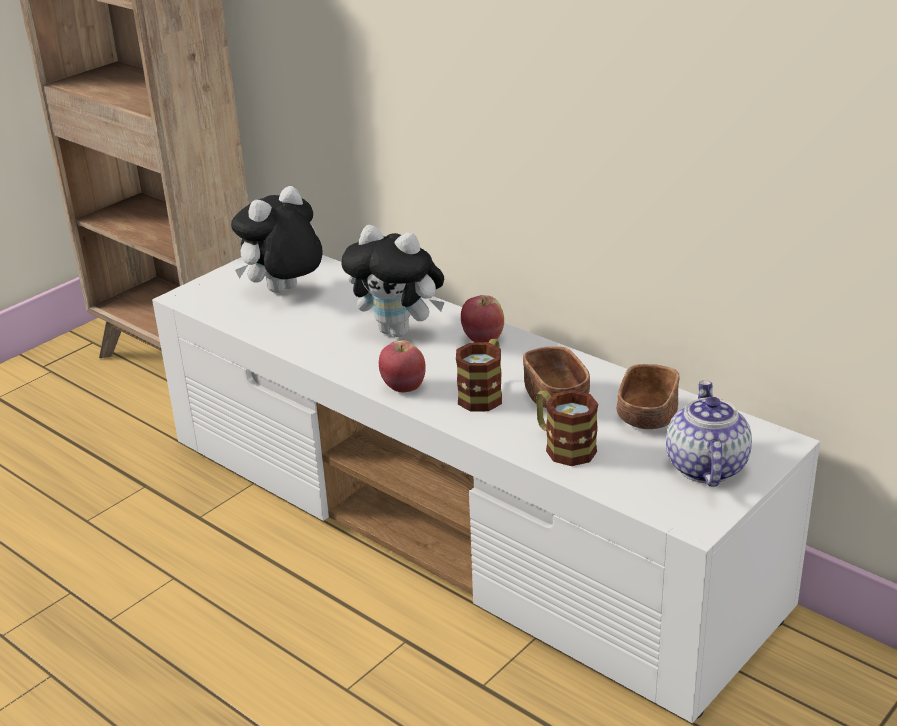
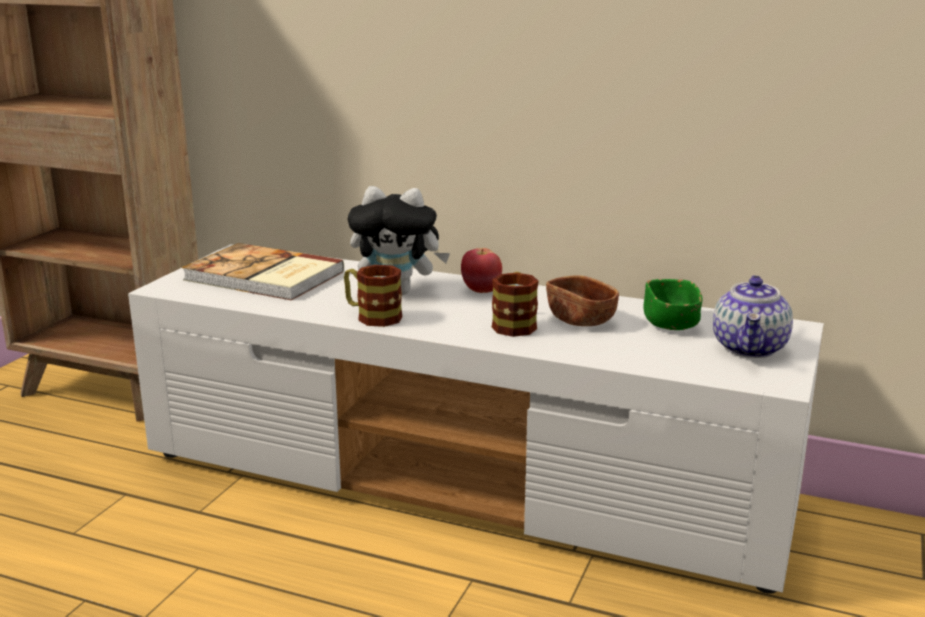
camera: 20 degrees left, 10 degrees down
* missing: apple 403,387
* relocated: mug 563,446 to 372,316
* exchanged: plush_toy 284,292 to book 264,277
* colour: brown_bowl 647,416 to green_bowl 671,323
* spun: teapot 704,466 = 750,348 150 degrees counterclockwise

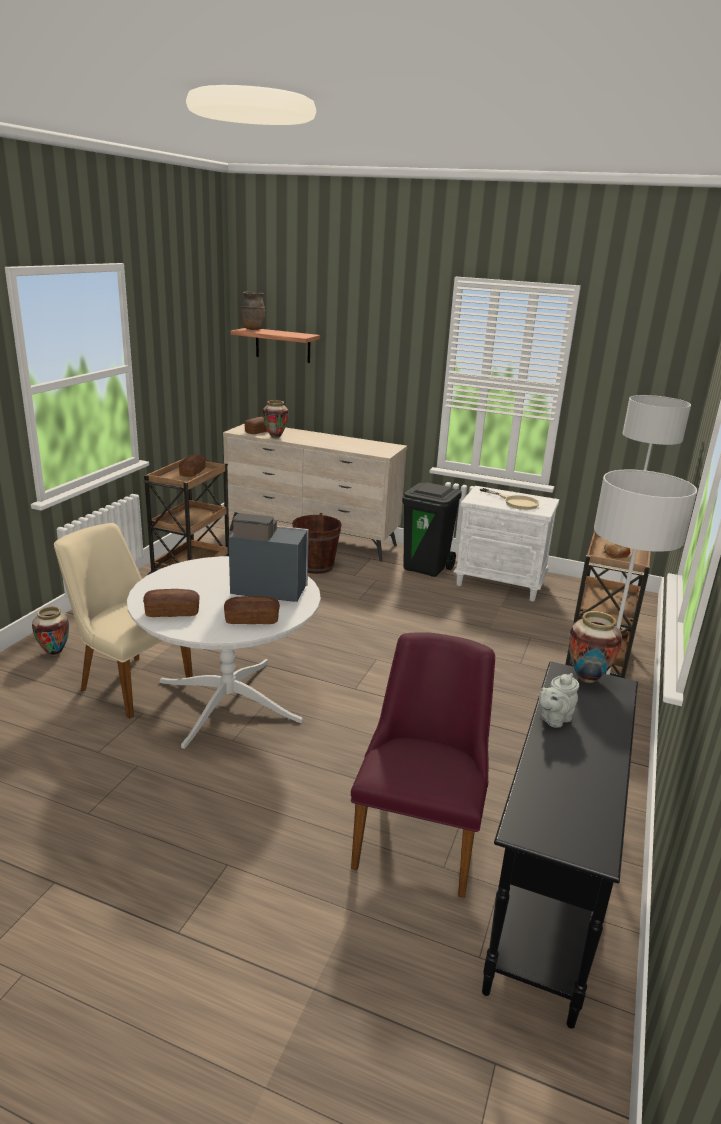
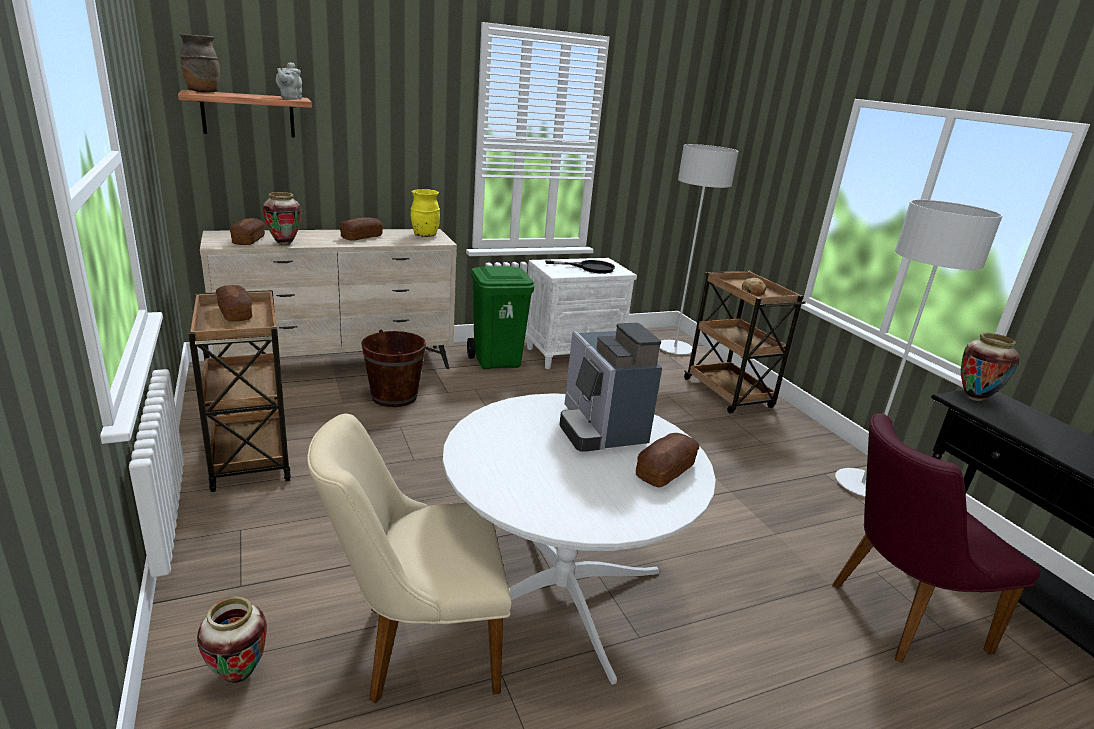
camera: 45 degrees left, 0 degrees up
* appeared: yellow_vase 424,235
* relocated: bread 172,612 to 361,237
* relocated: grey_teapot 554,719 to 290,98
* colour: black_trash_can 426,568 to green_trash_can 497,361
* colour: beige_frying_pan 515,502 to black_frying_pan 589,268
* spun: coffee_machine 267,589 = 600,429 75 degrees counterclockwise
* spun: purple_chair 420,836 = 894,615 75 degrees counterclockwise

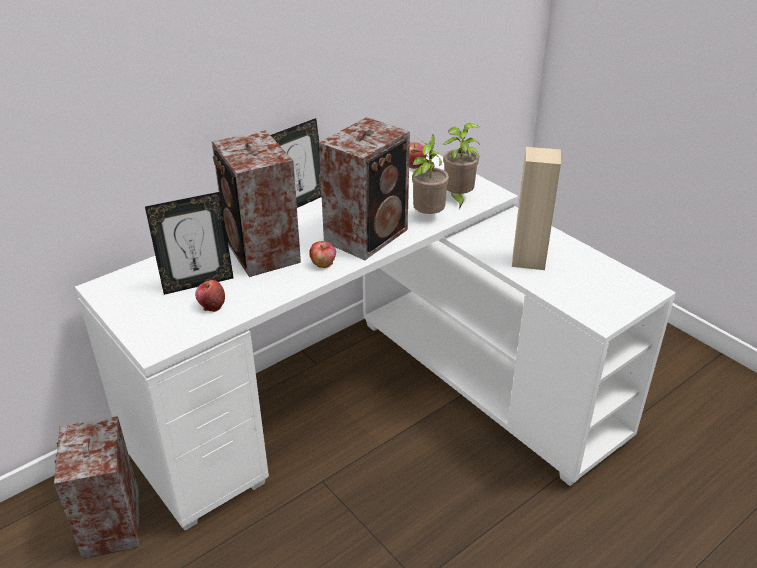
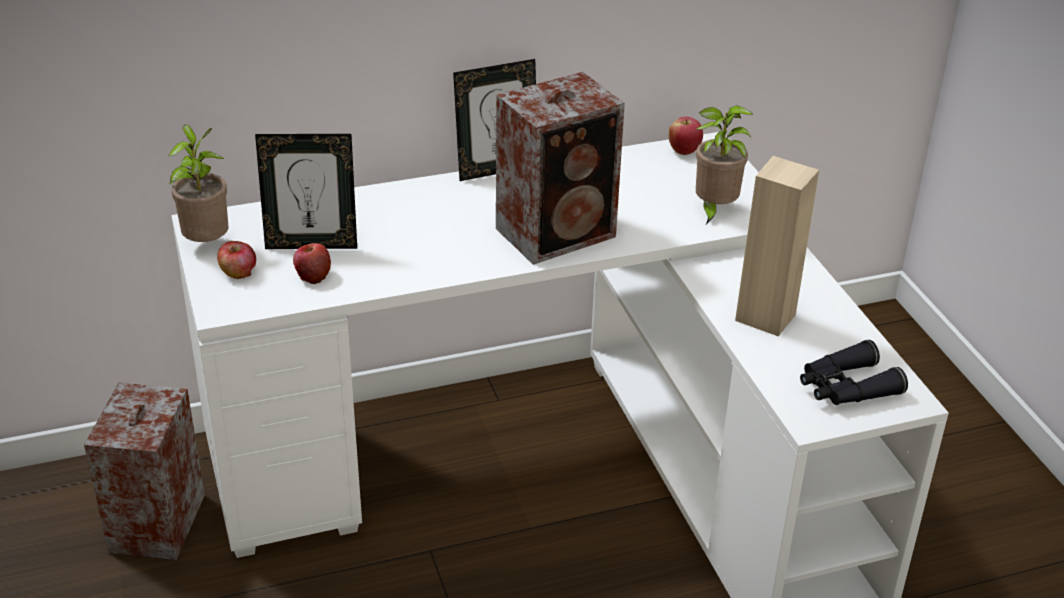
camera: 20 degrees right, 0 degrees up
* missing: speaker 262,253
* appeared: black_binoculars 846,387
* relocated: apple 323,263 to 238,272
* relocated: potted_plant 427,216 to 207,244

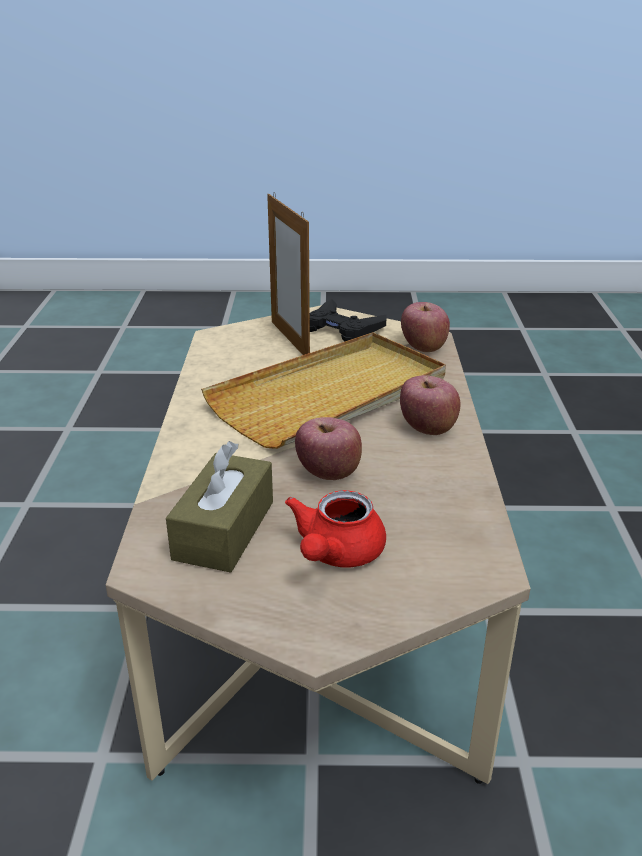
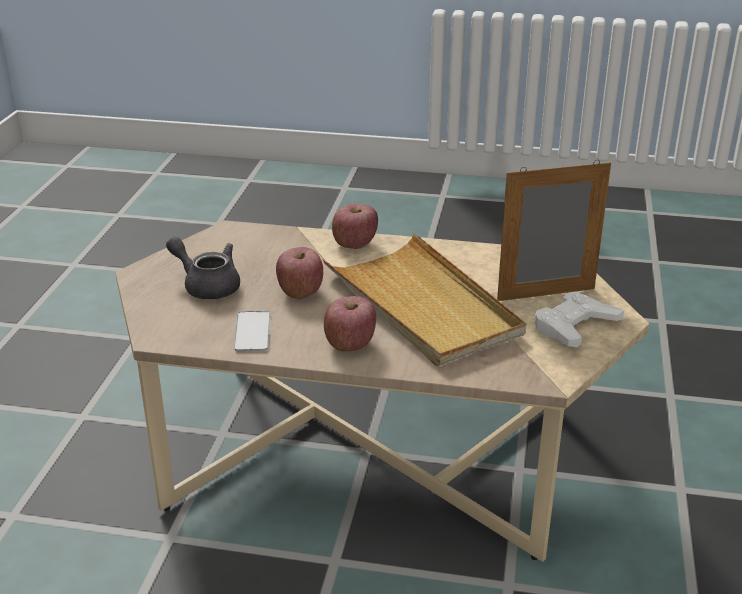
camera: 100 degrees right, 0 degrees up
* missing: brown_tissue_box 224,530
* appeared: phone 252,331
* relocated: apple 423,347 to 354,244
* colour: red_teapot 336,554 to grey_teapot 207,285
* colour: black_game_controller 342,329 to white_game_controller 574,326

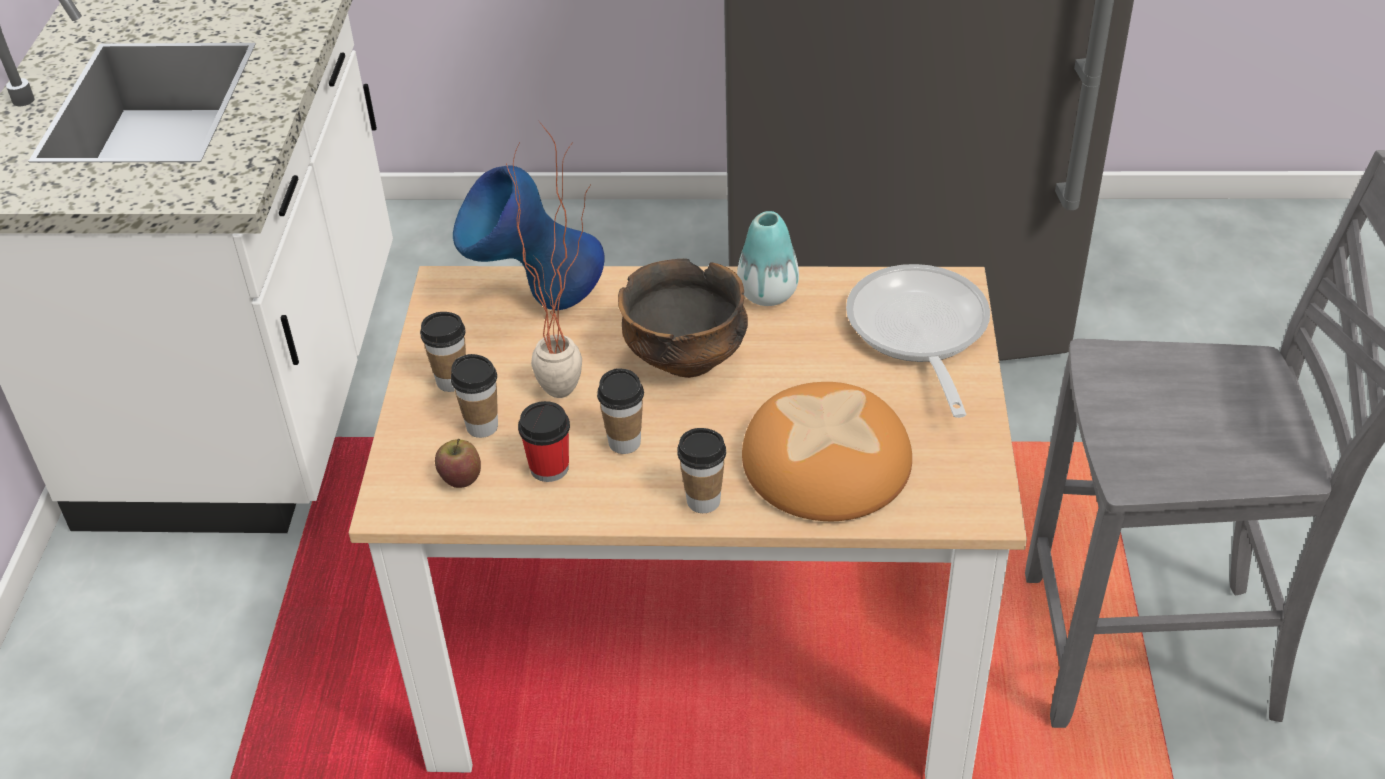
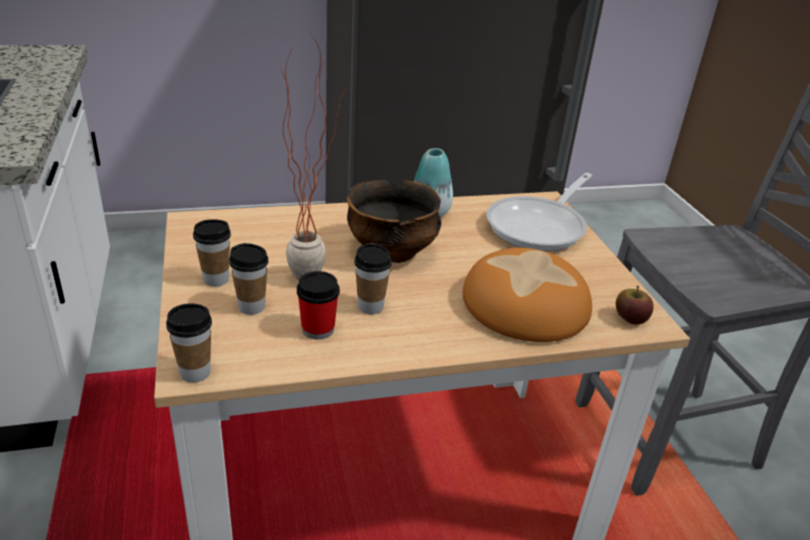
camera: 20 degrees left, 10 degrees down
* missing: blue_vase 536,302
* relocated: apple 460,477 to 630,318
* relocated: cup 703,501 to 195,372
* spun: frying_pan 918,333 = 540,226 120 degrees counterclockwise

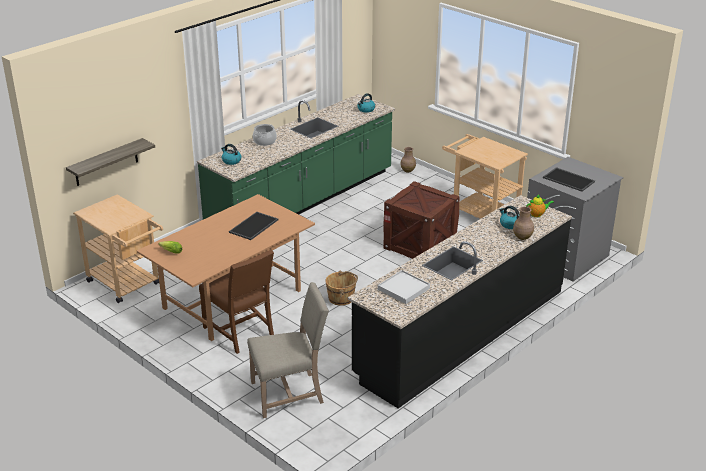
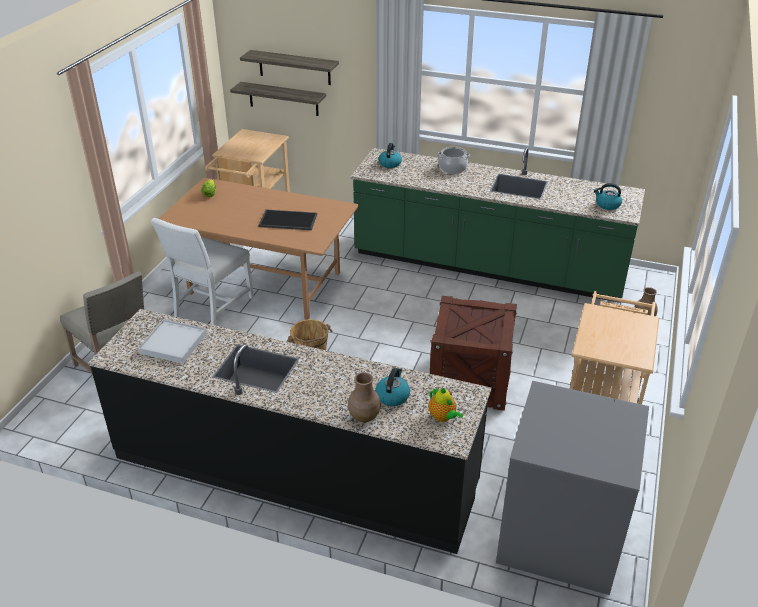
camera: 65 degrees right, 5 degrees up
* missing: tray 569,179
* appeared: shelf 294,67
* colour: brown_chair 241,332 to white_chair 211,307

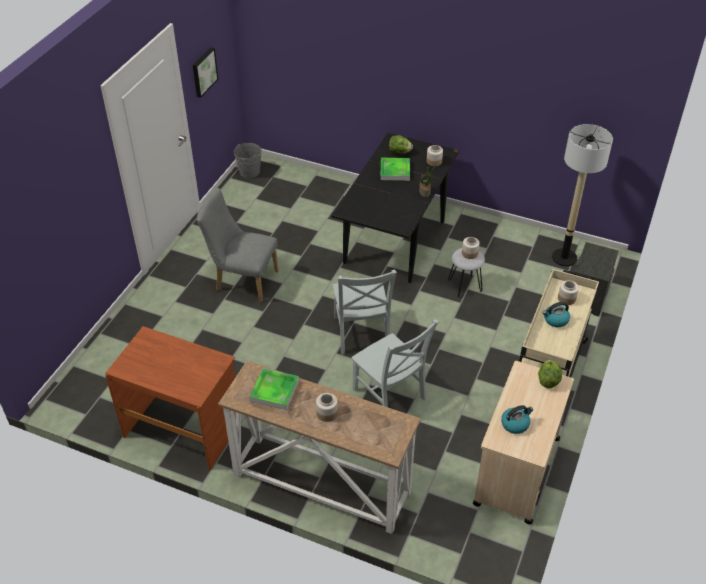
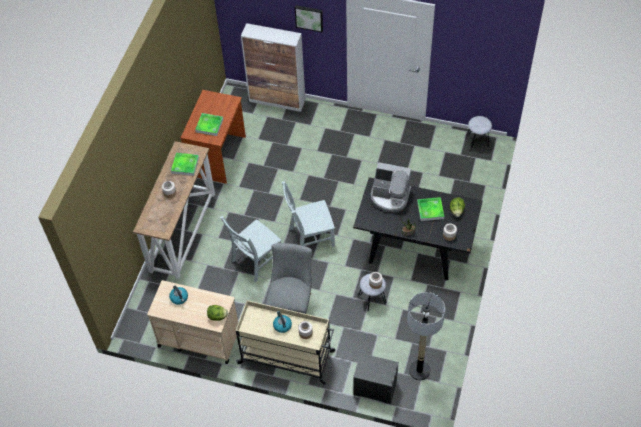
camera: 85 degrees right, 10 degrees up
* appeared: tray 209,125
* appeared: cabinet 277,100
* appeared: coffee_machine 390,197
* relocated: picture 203,72 to 309,17
* relocated: grey_chair 242,280 to 292,304
* exchanged: grey_bucket 249,172 to grey_stool 477,142

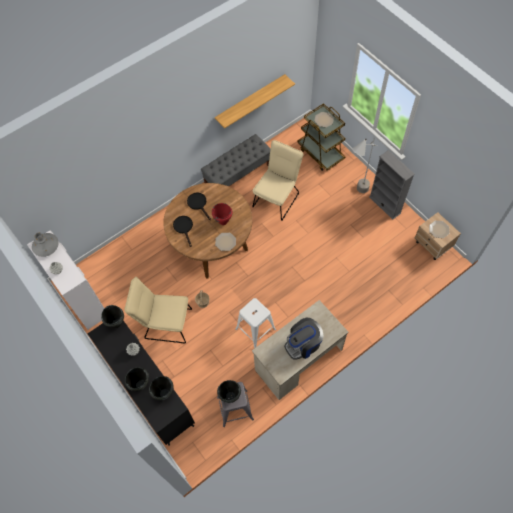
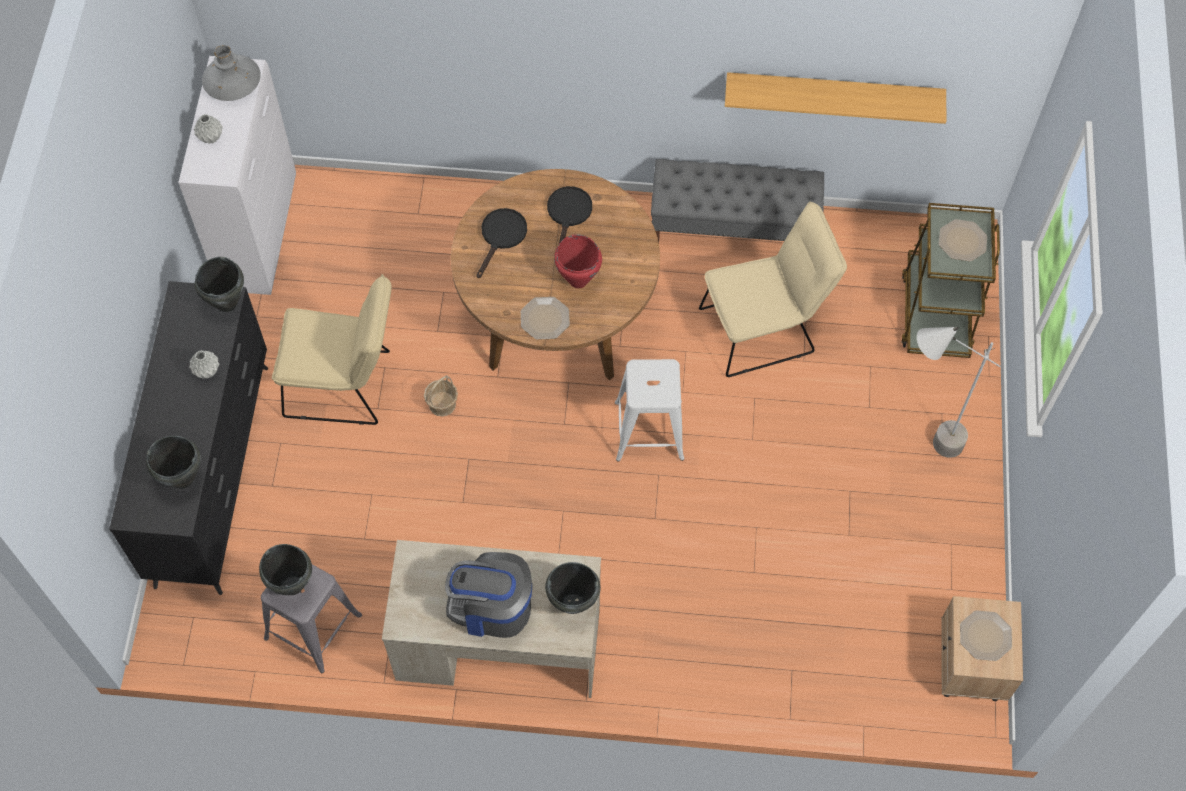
camera: 40 degrees right, 0 degrees up
* missing: grey_bookcase 385,205
* relocated: black_cooking_pot 140,385 to 572,603
* relocated: white_stool 255,329 to 649,430
* spun: beige_chair 165,323 = 346,385 135 degrees clockwise

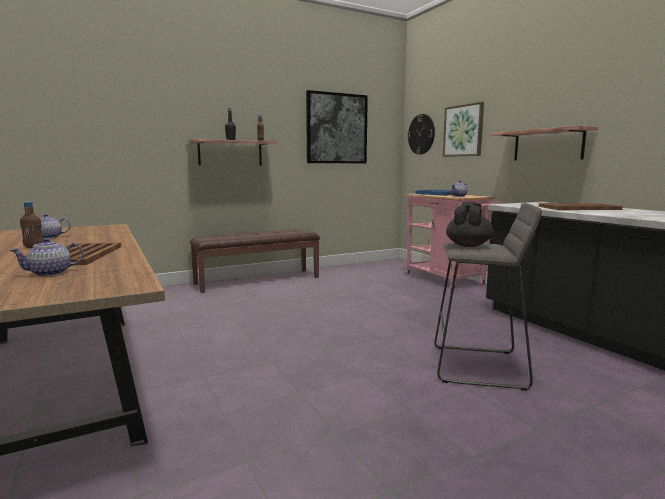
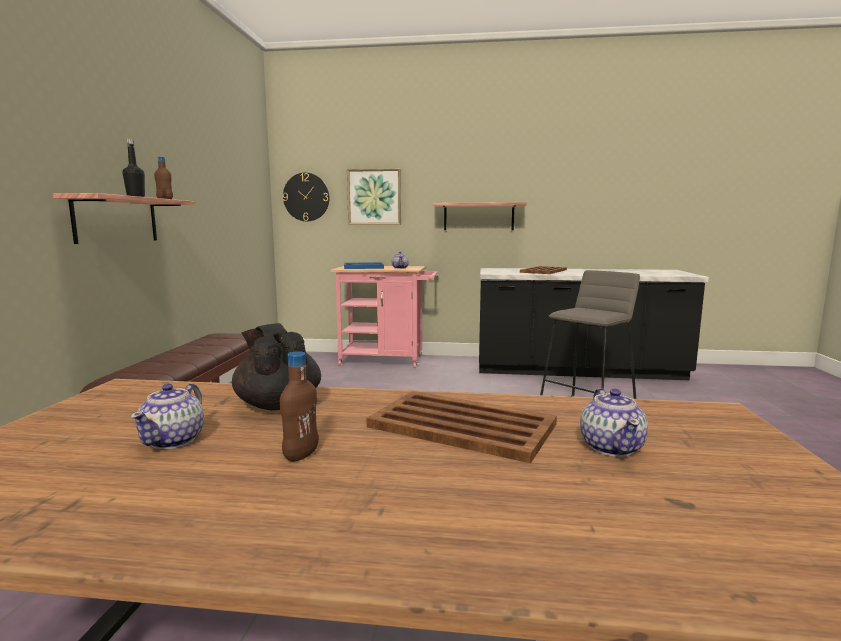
camera: 55 degrees left, 0 degrees up
* missing: picture 336,128
* relocated: black_teapot 468,245 to 278,404

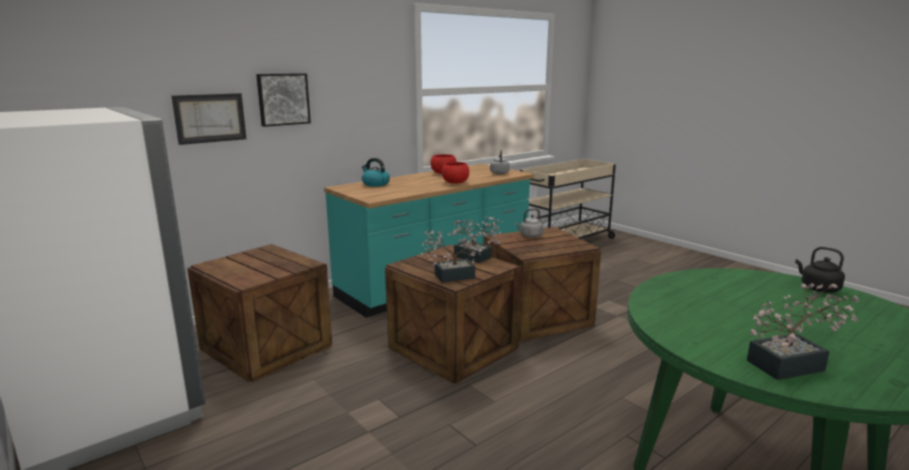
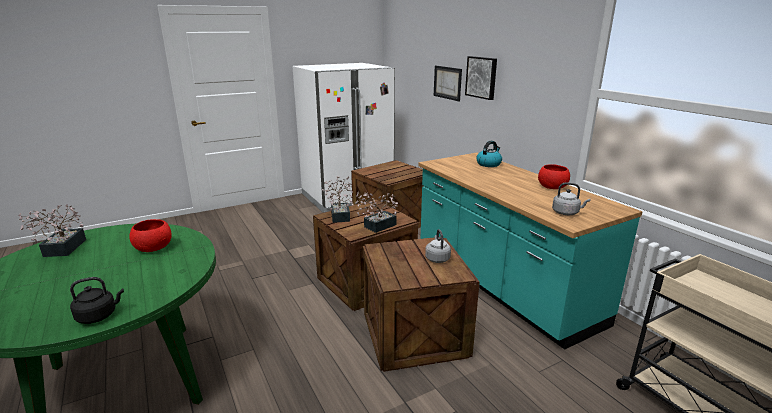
camera: 100 degrees right, 5 degrees up
* relocated: red_bowl 455,182 to 153,248

